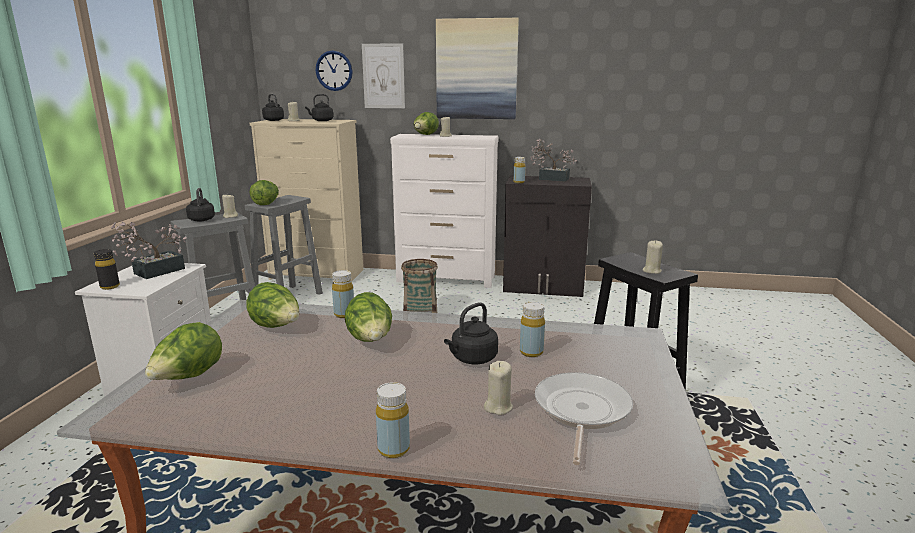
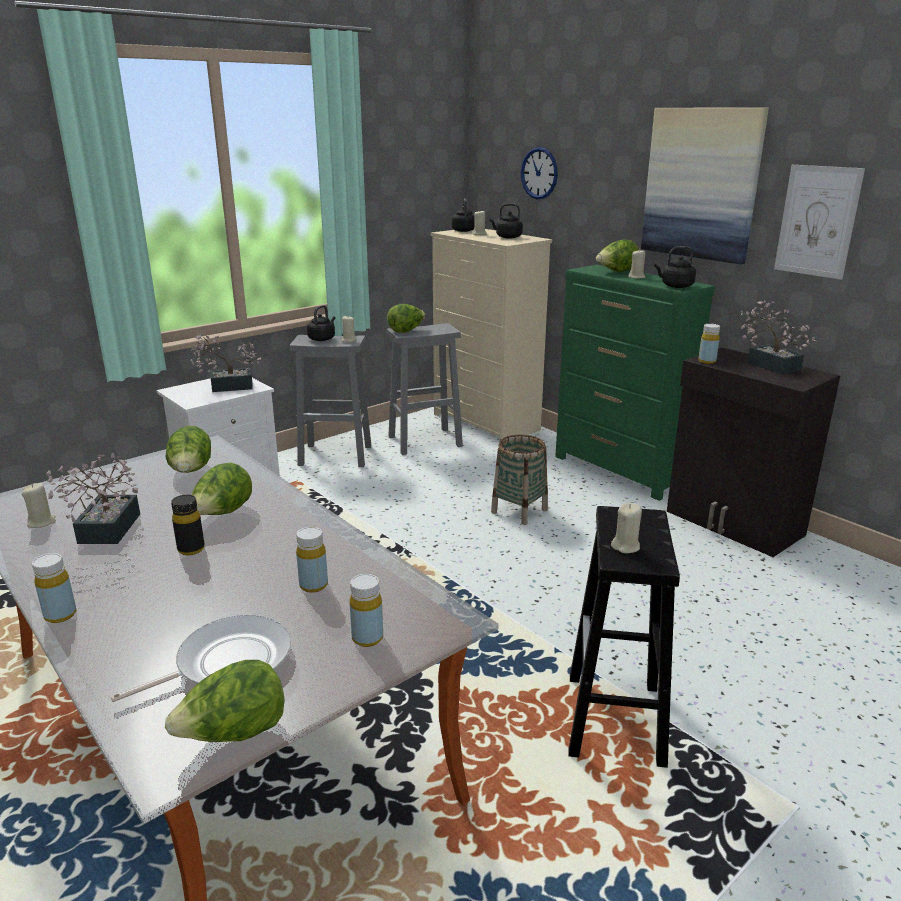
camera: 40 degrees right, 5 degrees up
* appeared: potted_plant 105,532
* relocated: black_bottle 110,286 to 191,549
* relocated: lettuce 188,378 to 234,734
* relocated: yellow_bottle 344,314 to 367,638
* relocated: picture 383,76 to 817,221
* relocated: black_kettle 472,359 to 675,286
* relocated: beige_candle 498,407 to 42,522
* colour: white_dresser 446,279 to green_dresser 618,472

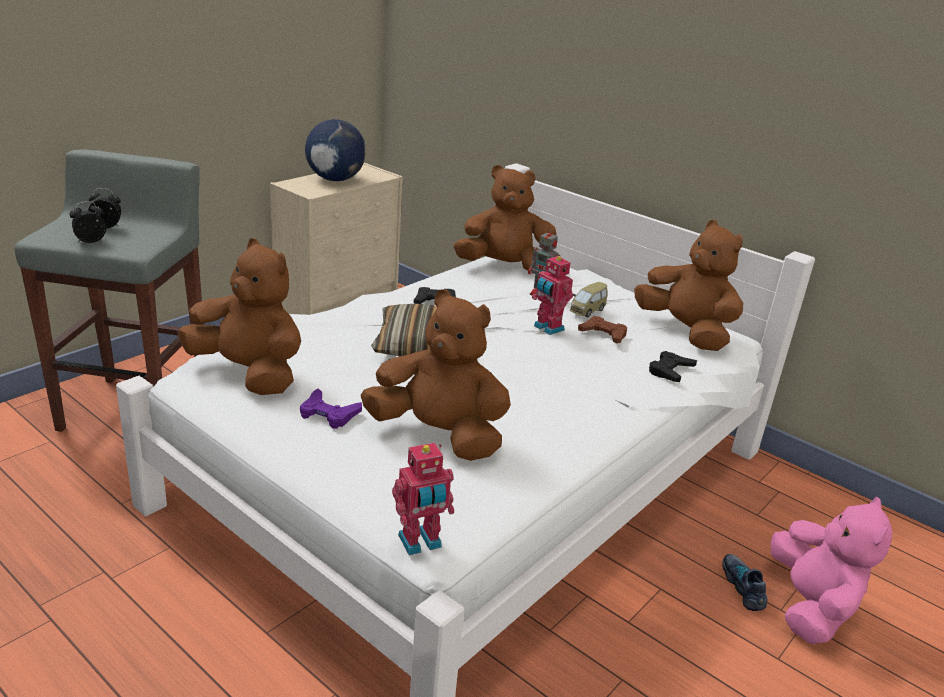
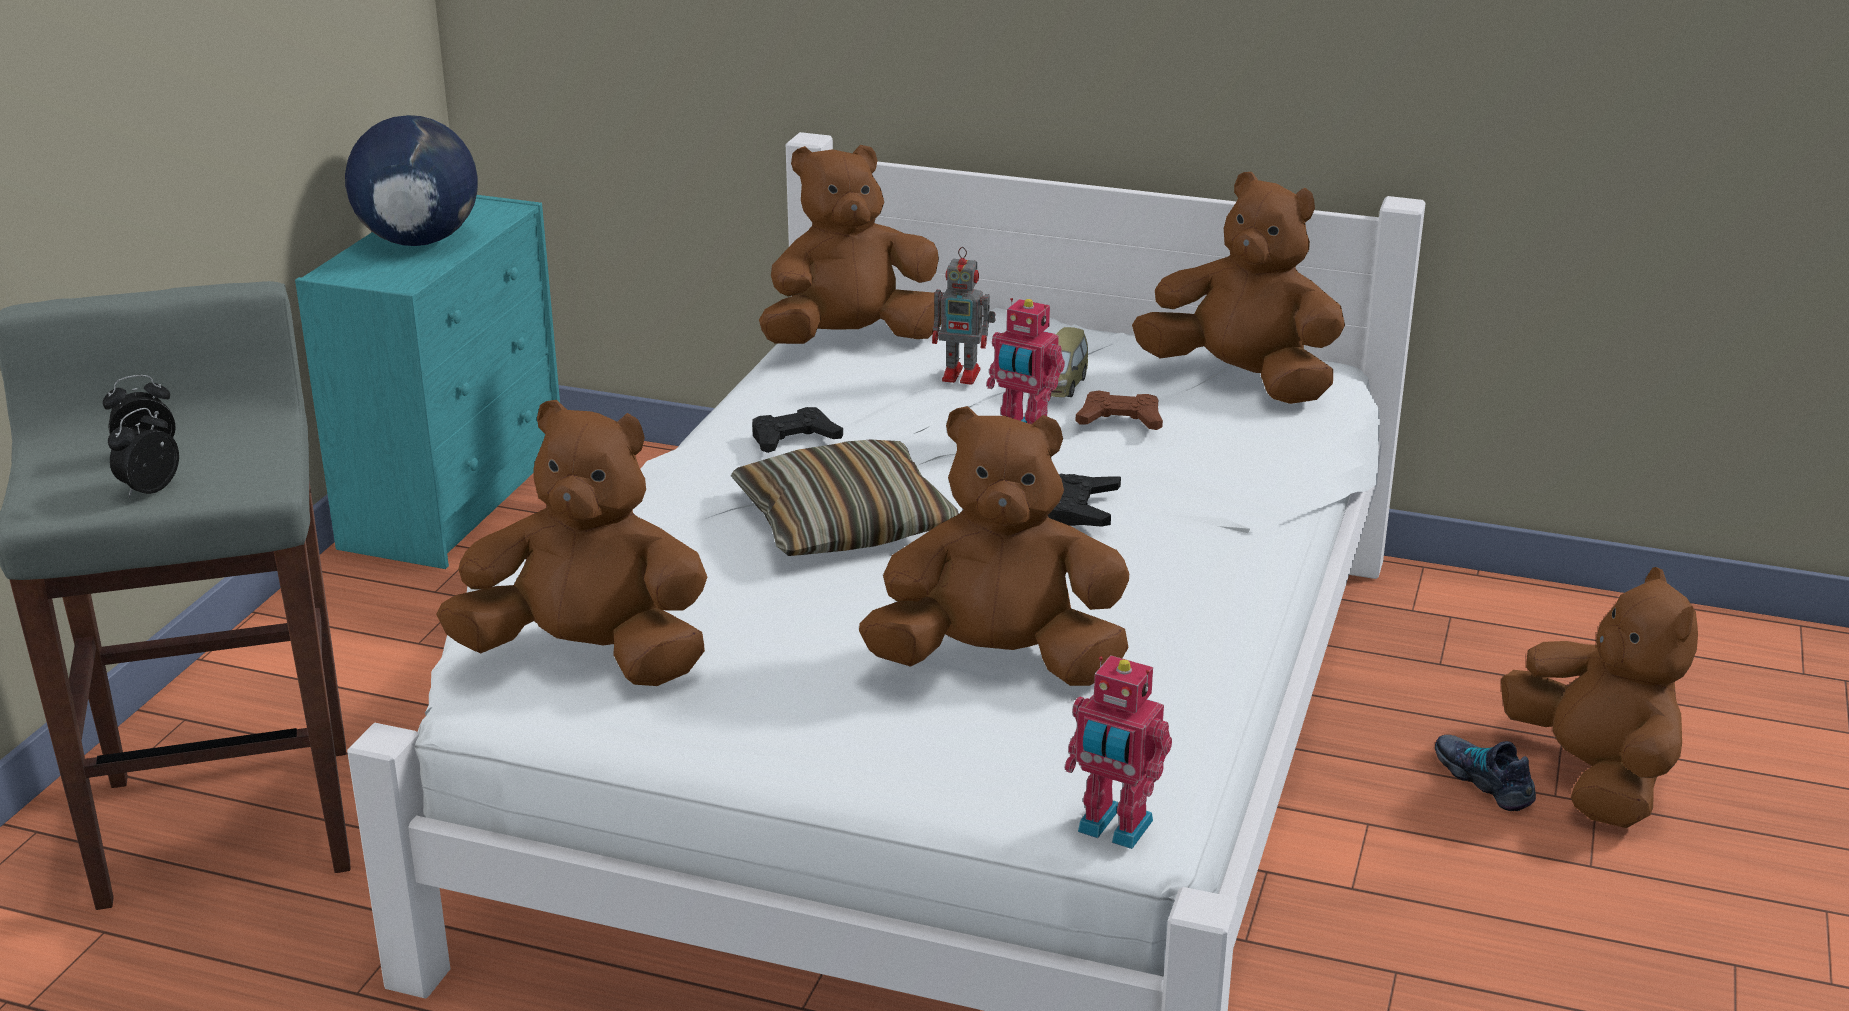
camera: 20 degrees left, 0 degrees up
* missing: purple_game_controller 328,414
* relocated: black_game_controller 670,371 to 1081,508
* colour: beige_dresser 338,303 to turquoise_dresser 456,499
* colour: pink_plush_toy 810,607 to brown_plush_toy 1593,777
* spun: toy_robot 421,543 = 1113,829 75 degrees clockwise

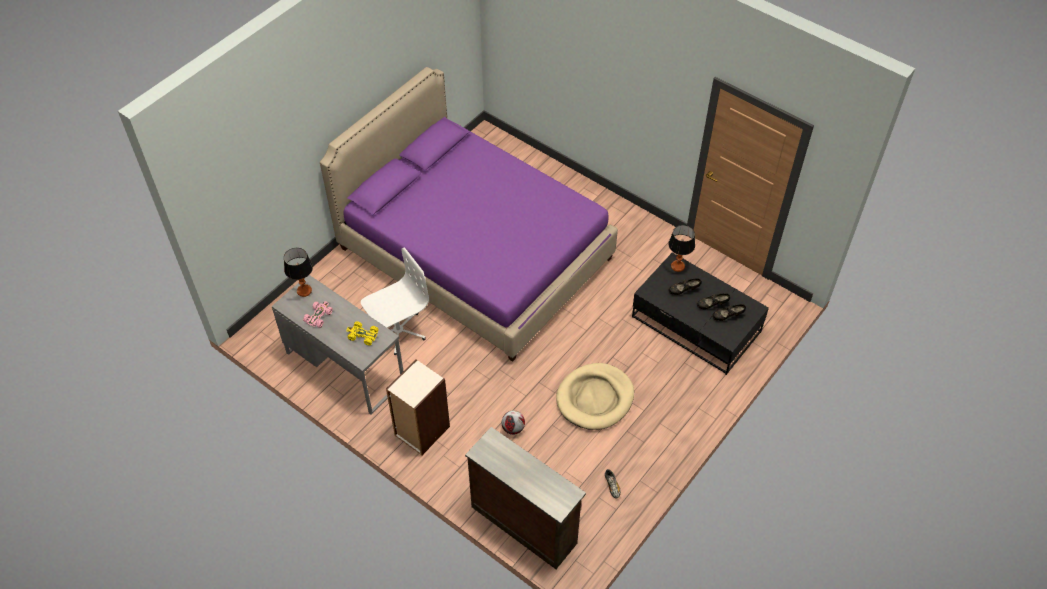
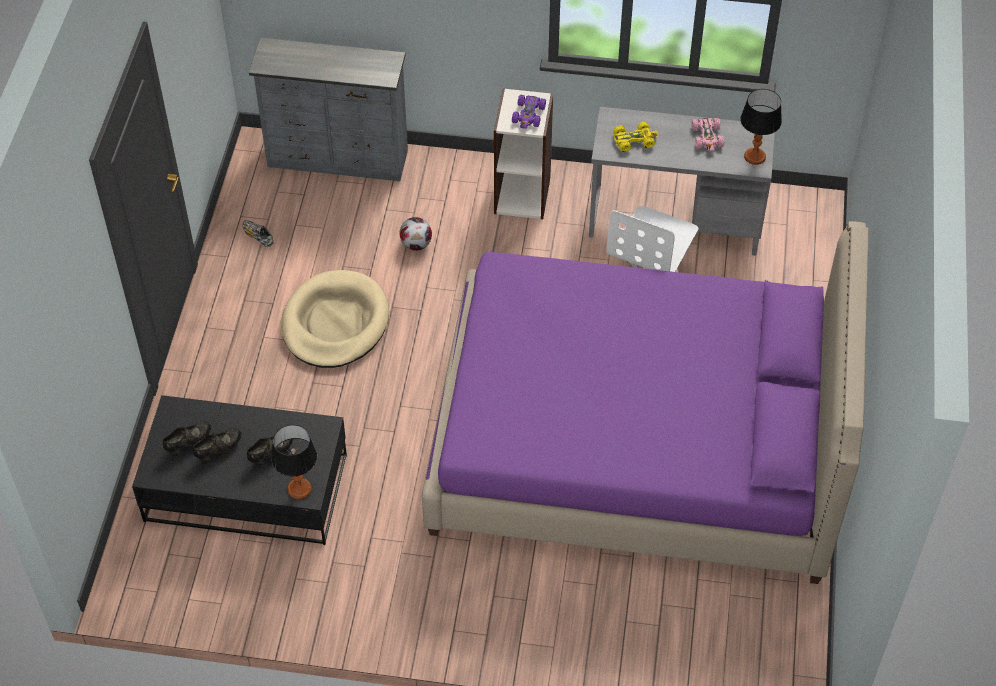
camera: 150 degrees right, 0 degrees up
* appeared: purple_toy_car 528,115
* colour: brown_dresser 524,523 to grey_dresser 338,160

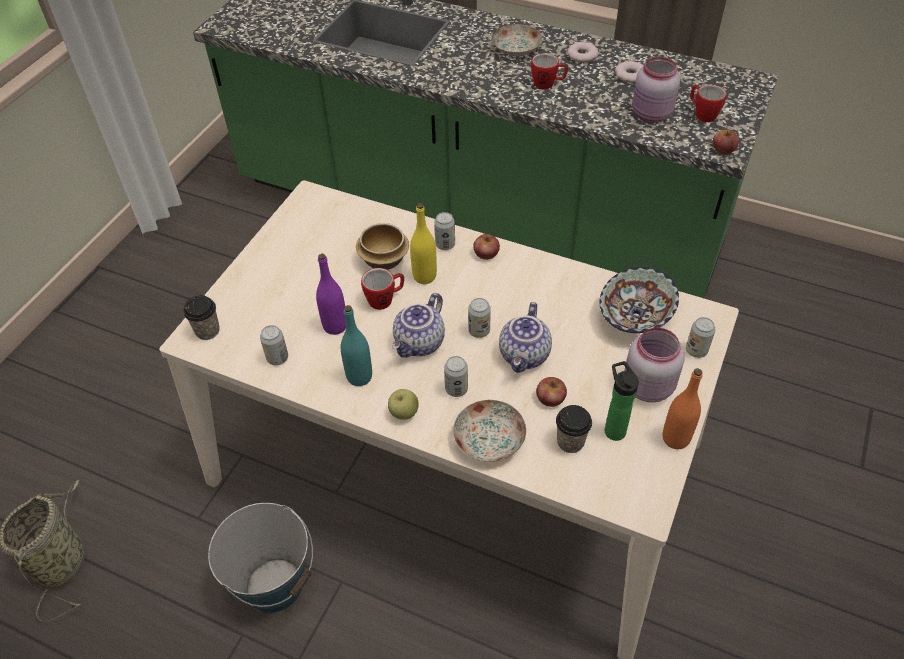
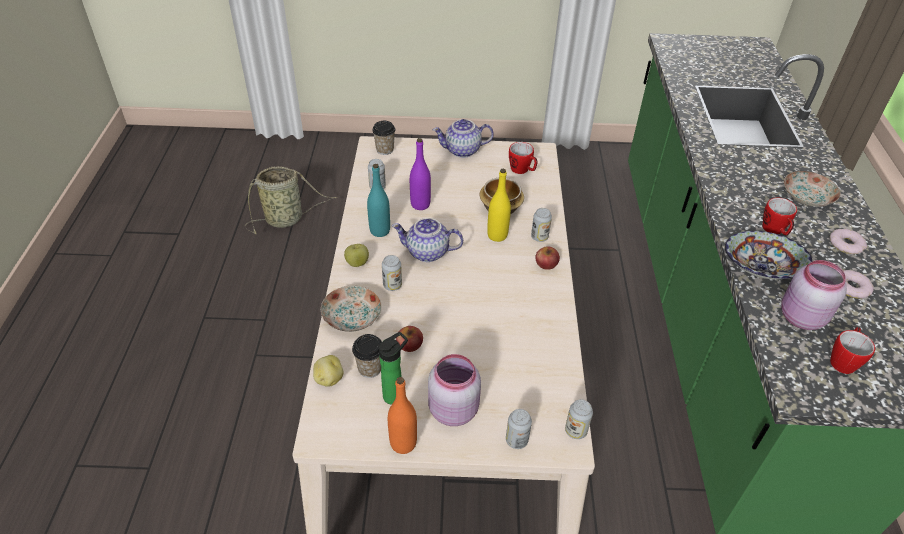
camera: 65 degrees right, 5 degrees down
* missing: bucket 275,584
* missing: apple 723,149
* appeared: potato 328,379
* relocated: mug 385,299 to 522,170
* relocated: can 479,331 to 576,431
* relocated: teapot 525,355 to 462,151
* relocated: bowl 636,316 to 760,270

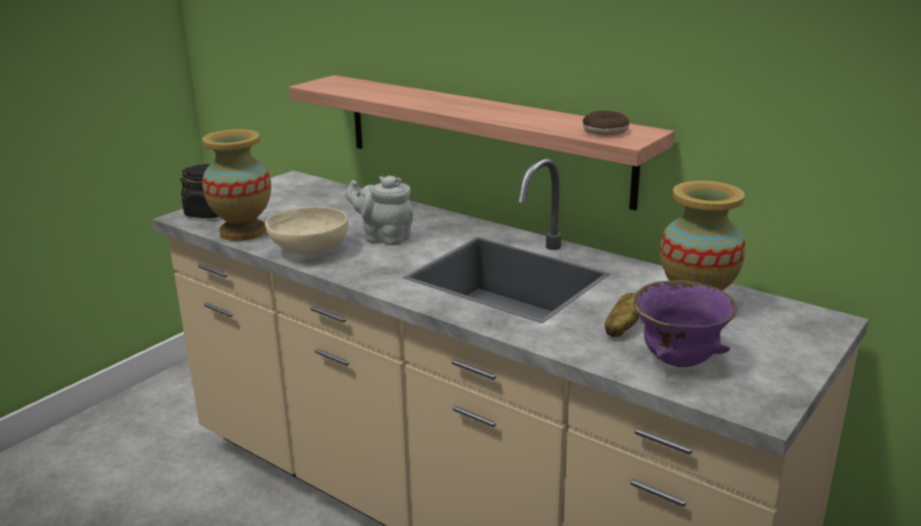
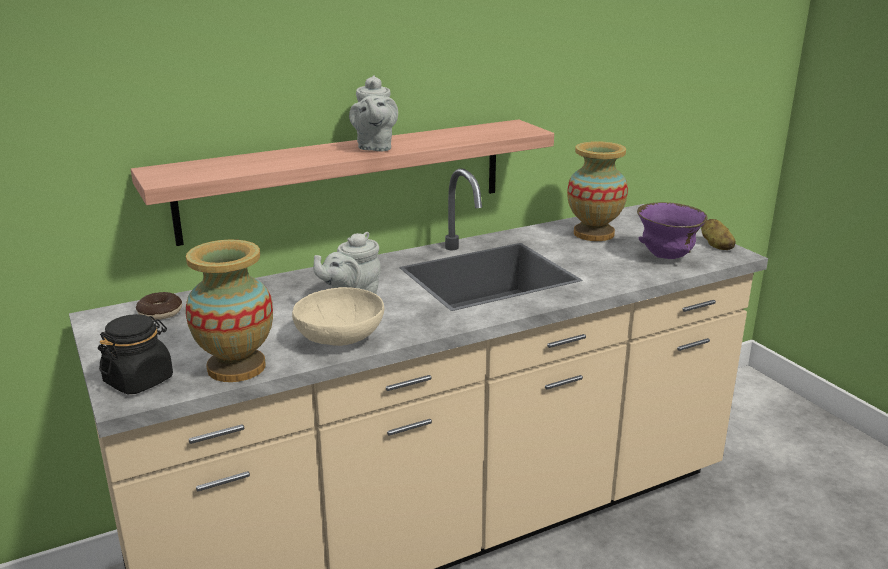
camera: 65 degrees left, 0 degrees up
* appeared: grey_teapot 374,147
* relocated: donut 605,131 to 160,313
* relocated: potato 622,329 to 716,245

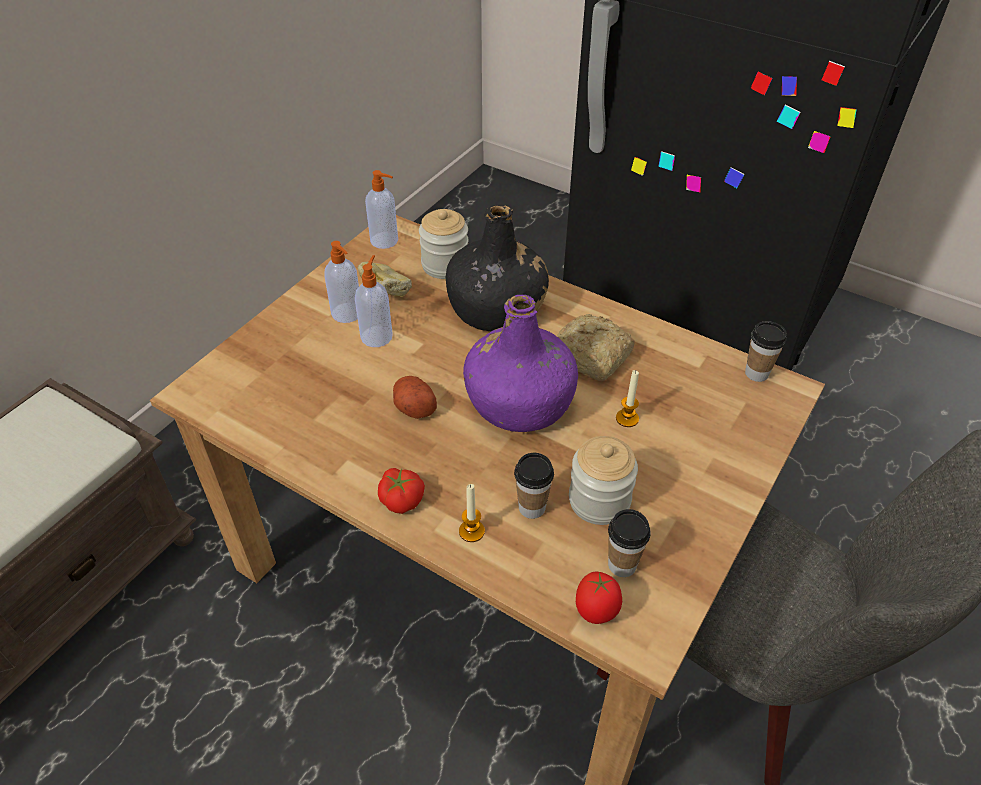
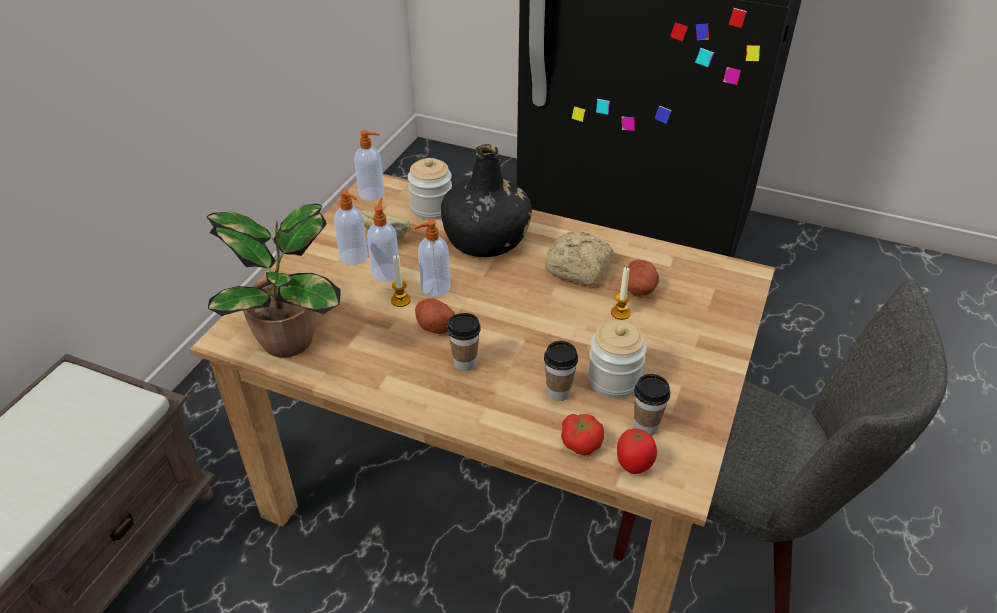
camera: 10 degrees left, 5 degrees down
* missing: purple_bottle 520,402
* appeared: potted_plant 291,339
* appeared: soap_dispenser 434,288
* appeared: potato 640,289
* relocated: tomato 402,499 to 581,442
* relocated: candle 471,531 to 400,300
* relocated: cup 756,373 to 465,363

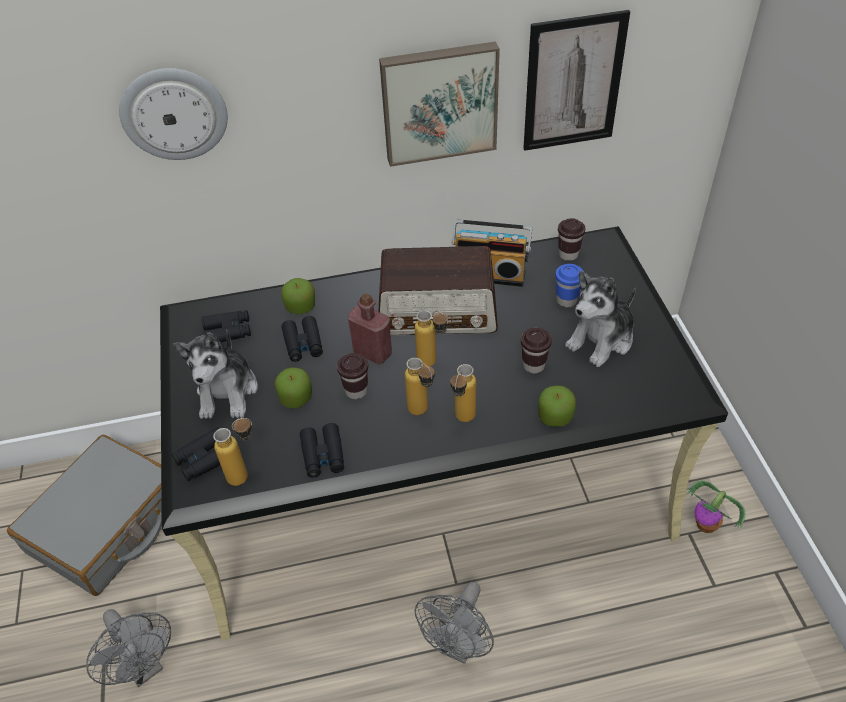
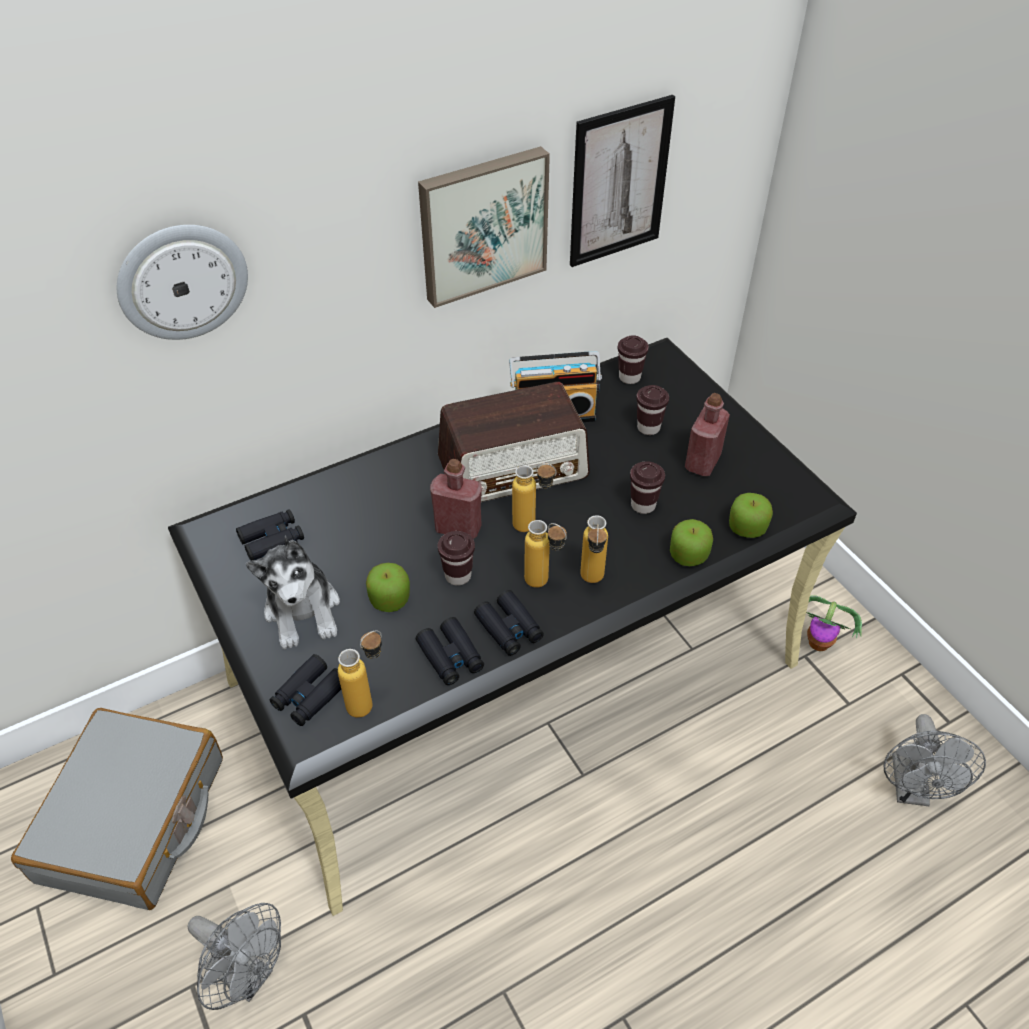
camera: 20 degrees left, 0 degrees up
* relocated: apple 300,306 to 747,527
* relocated: black_binoculars 303,344 to 509,628
* relocated: grey_fan 459,646 to 911,790
* exchanged: plush_toy 601,339 to red_bottle 702,462
* colour: blue_cup 566,301 to brown_cup 648,428

